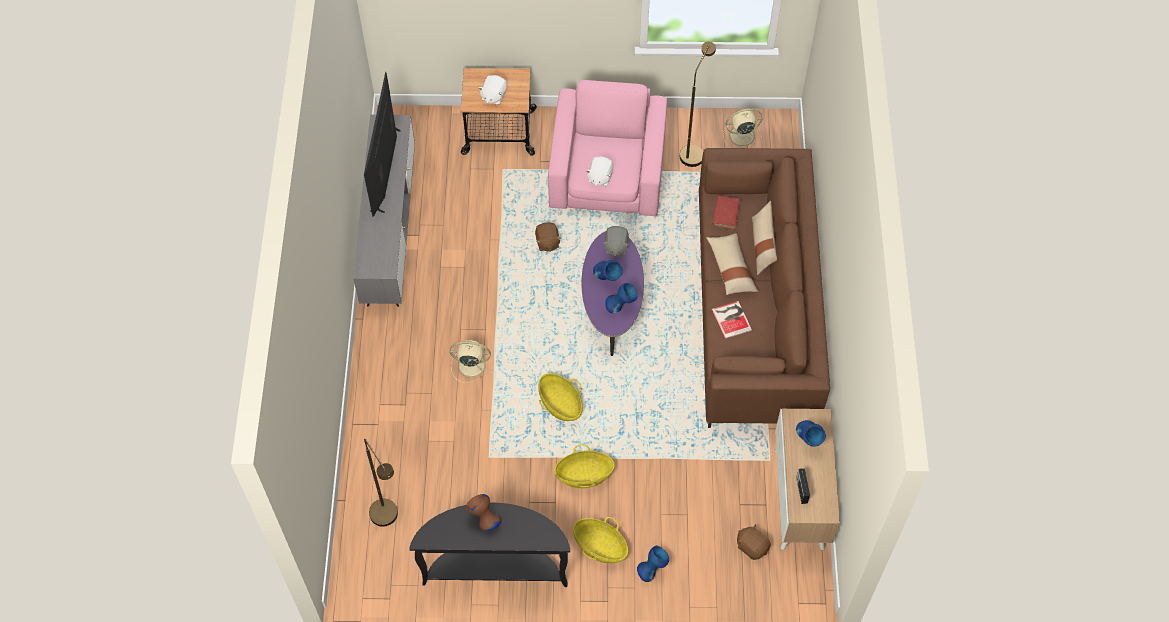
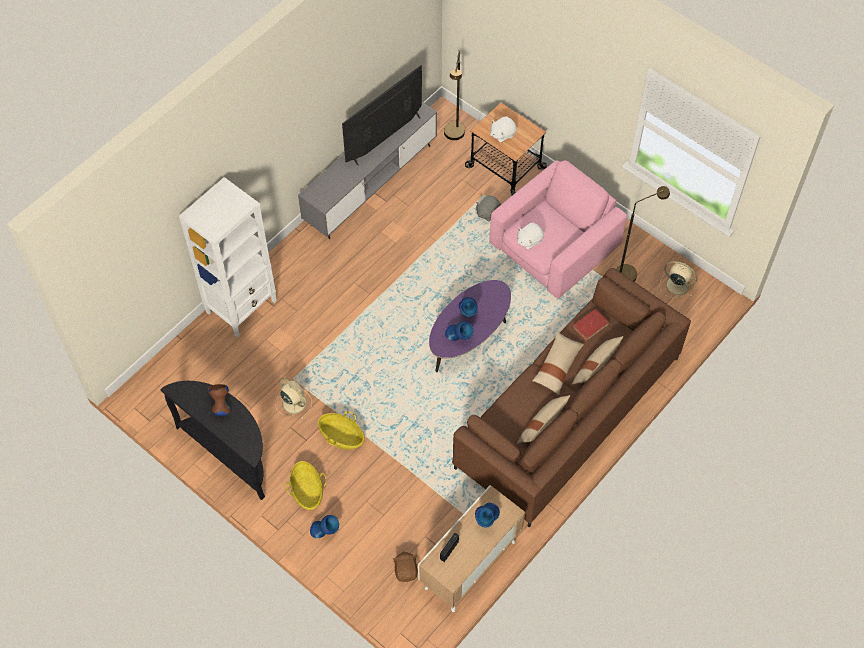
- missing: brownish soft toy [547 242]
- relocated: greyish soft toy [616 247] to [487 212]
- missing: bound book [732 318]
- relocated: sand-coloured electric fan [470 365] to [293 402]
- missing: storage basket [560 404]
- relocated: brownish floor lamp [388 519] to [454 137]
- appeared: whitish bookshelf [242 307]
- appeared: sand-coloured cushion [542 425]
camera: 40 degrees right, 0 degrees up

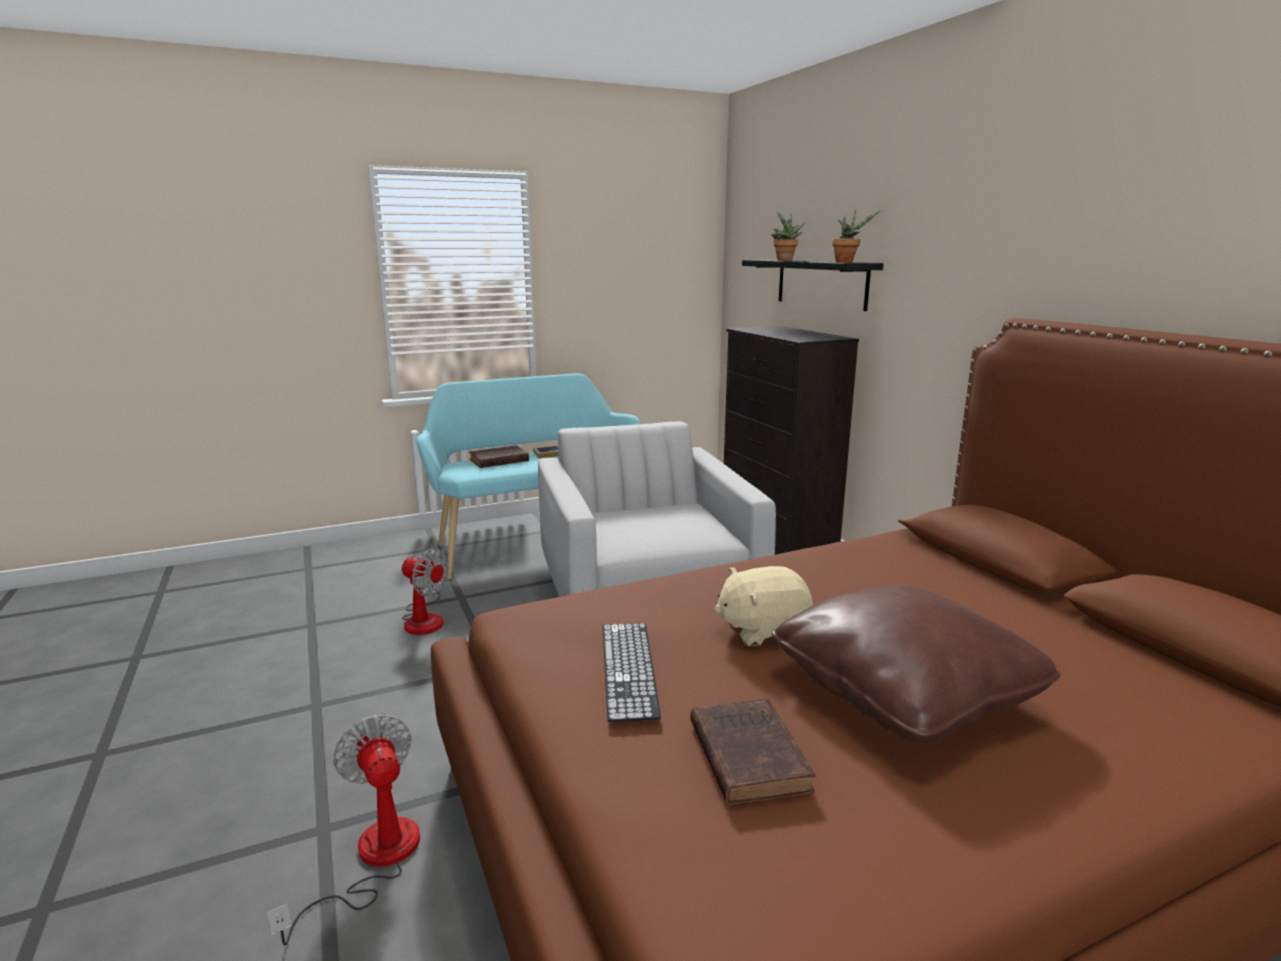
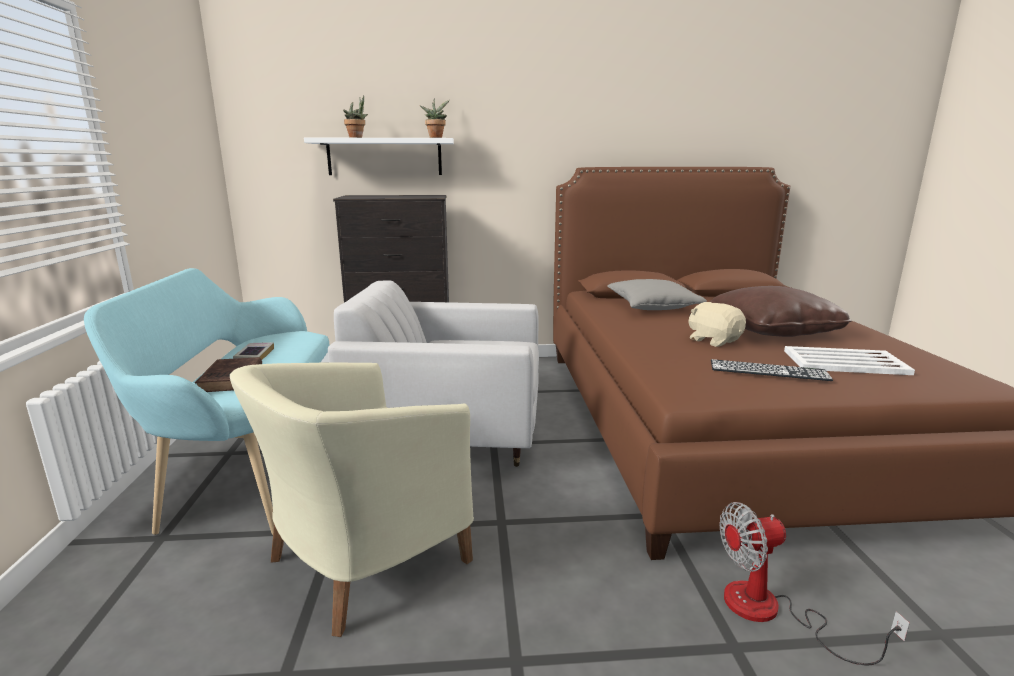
- colour: black-coloured wall shelf [821 283] to whitish wall shelf [384 157]
- exchanged: electric fan [425 618] to sand-coloured easy chair [363 560]
- spun: sand-coloured soft toy [762 630] = [713 340] 135 degrees clockwise
- exchanged: brownish bound book [747 754] to whitish tray [843 362]
- appeared: greyish cushion [653 307]
camera: 70 degrees left, 0 degrees up

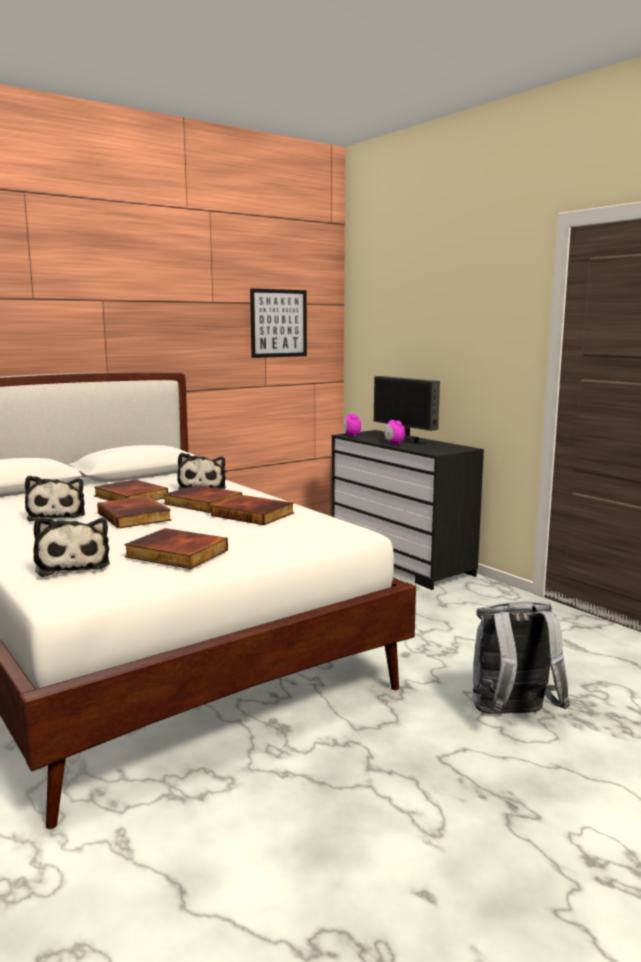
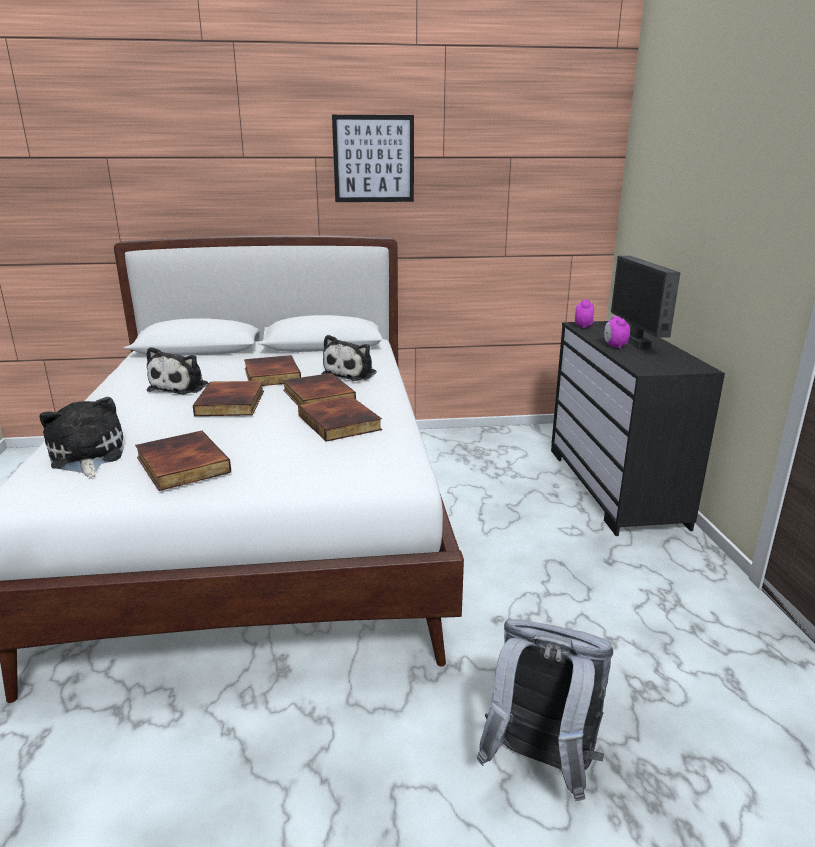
- relocated: wall art [278 323] to [373 159]
- spun: soft toy [72 565] = [86 457] 150 degrees clockwise
camera: 30 degrees right, 10 degrees up

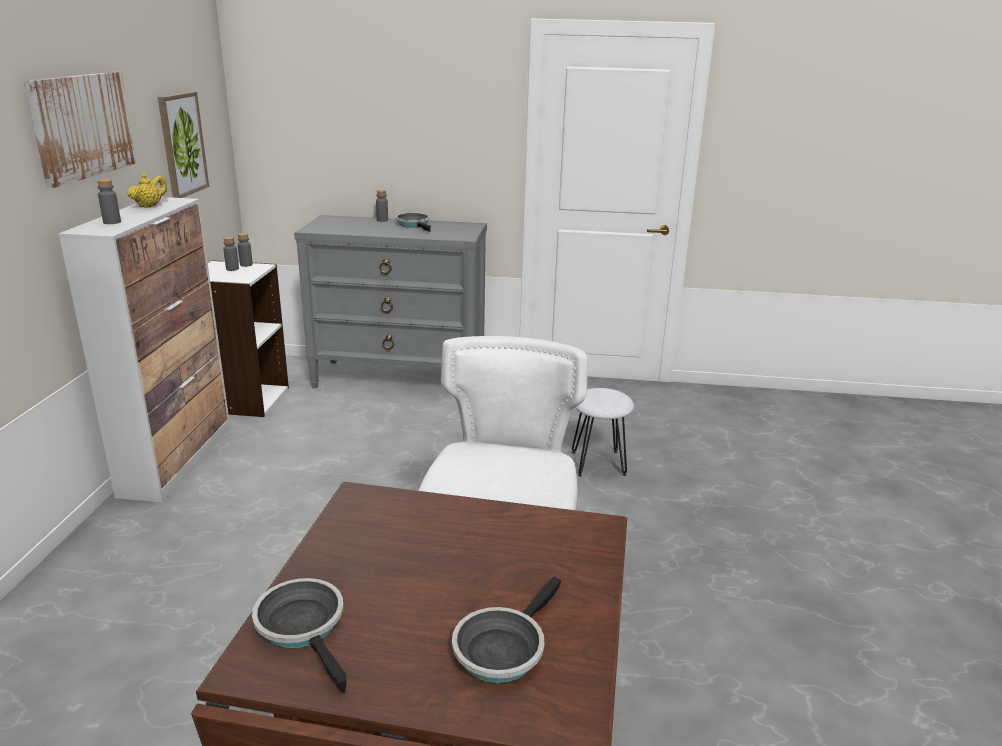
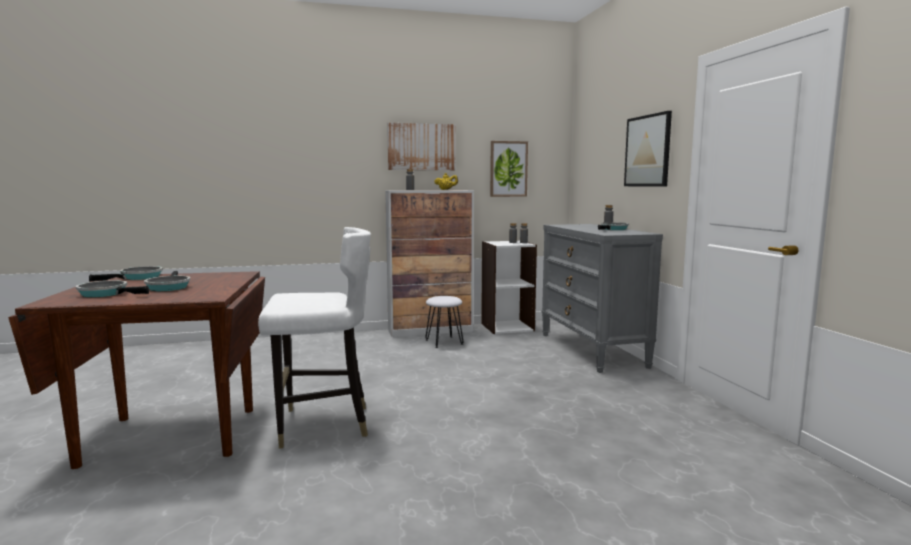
- relocated: whitish stool [599 463] to [444 342]
- appeared: wall art [647 151]
- appeared: skillet [168 287]
camera: 70 degrees right, 15 degrees down

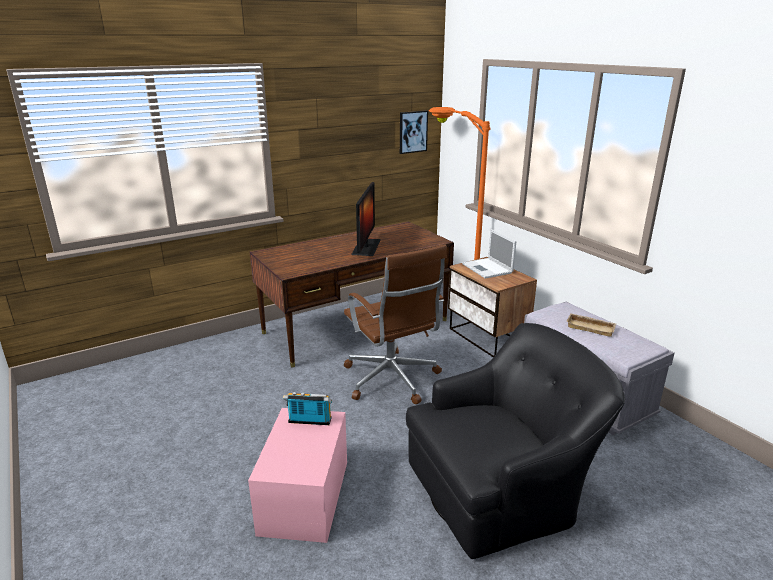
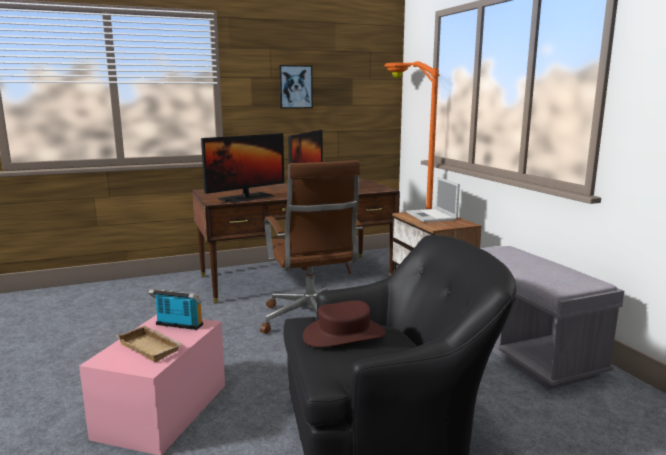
- relocated: wall art [412 132] to [295 87]
- relocated: sand-coloured tray [591 327] to [152 347]
- appeared: computer screen [246 197]
- appeared: brownish clothing hat [344 335]
camera: 10 degrees right, 10 degrees down

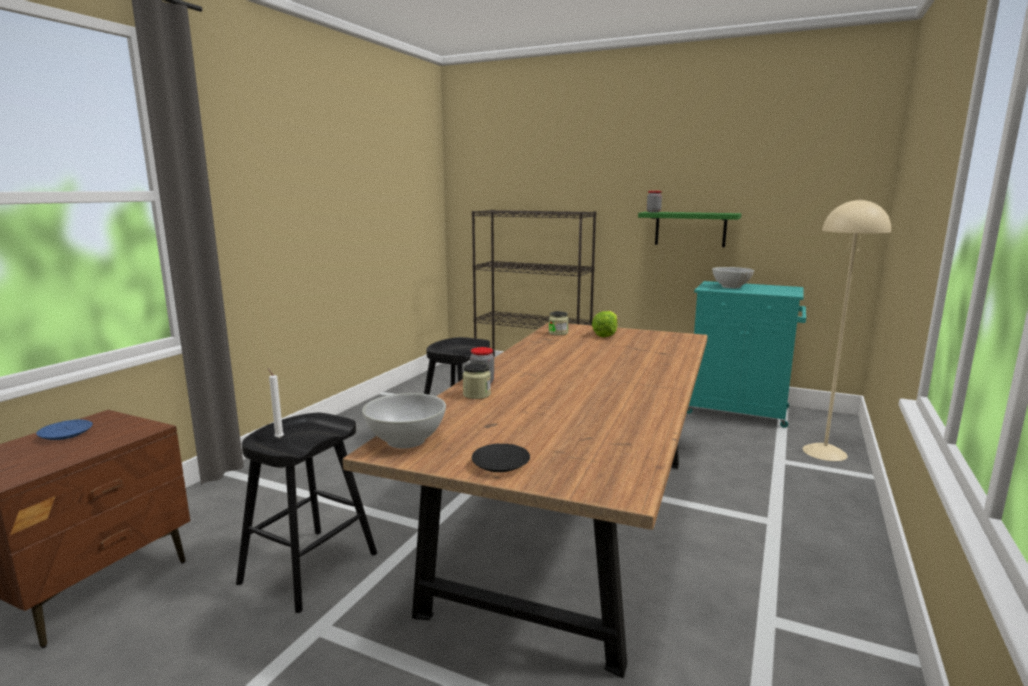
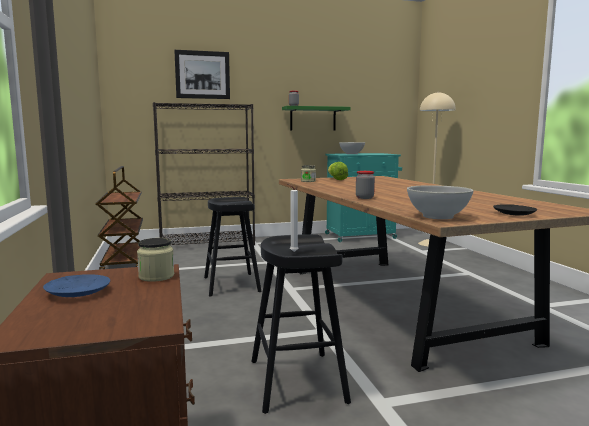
- relocated: preserve jar [477 394] to [156 276]
- appeared: wall art [202 75]
- appeared: brownish cart [124 263]
camera: 40 degrees left, 5 degrees down

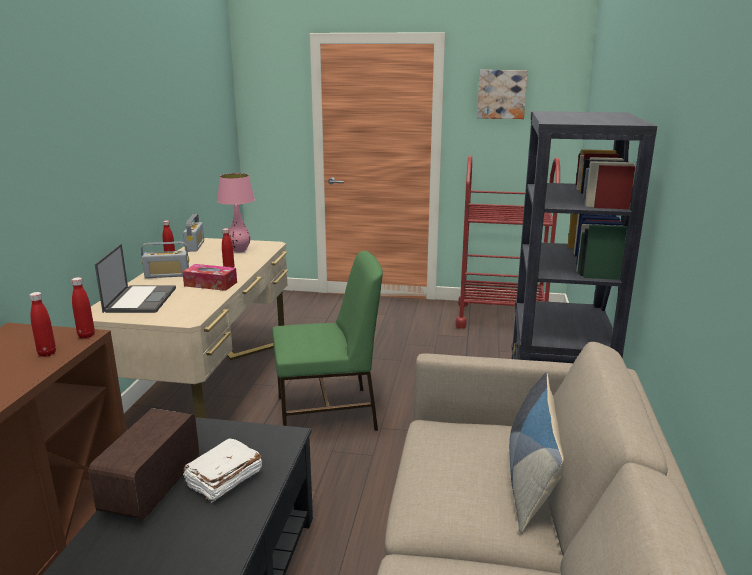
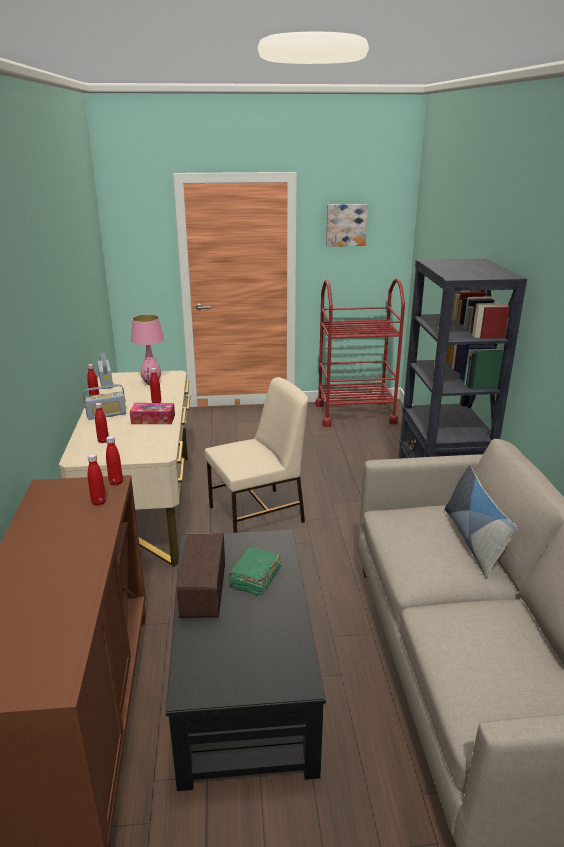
- exchanged: notebook computer [140 299] to red drink bottle [103 441]
- colour: greenish upright chair [328 413] to sand-coloured upright chair [258 514]
- colour: whitish bound book [223 480] to greenish bound book [254 579]
camera: 15 degrees left, 5 degrees up

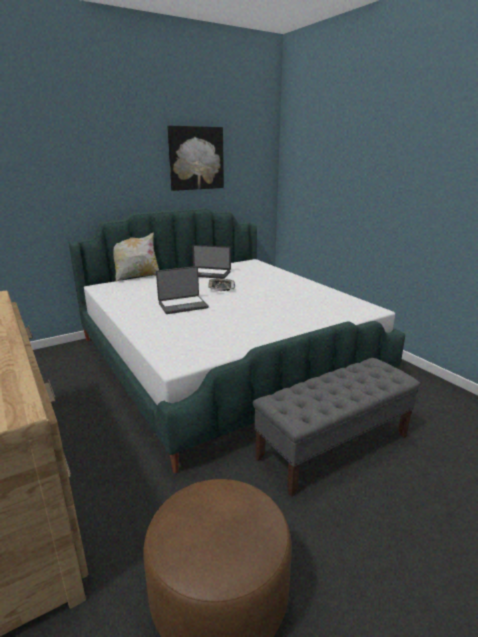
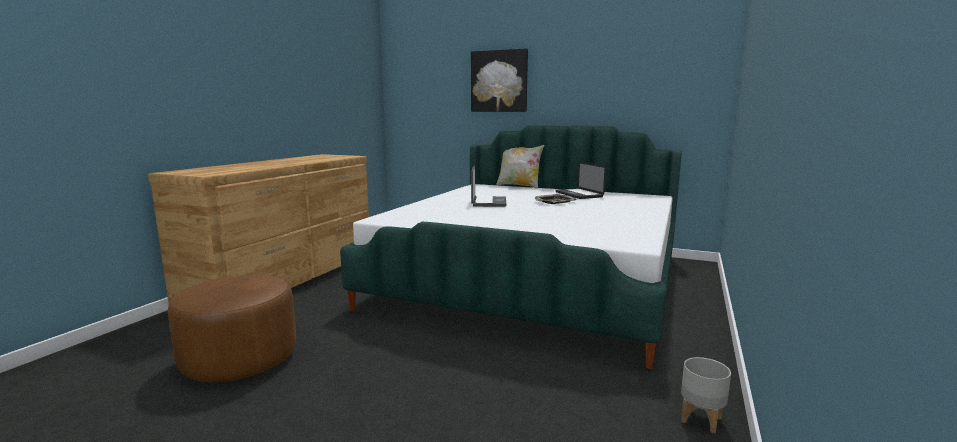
- relocated: wall art [196 158] to [499 81]
- spun: notebook computer [183 305] = [488 202] 120 degrees counterclockwise
- missing: greyish indoor bench [334 447]
- appeared: greyish plant pot [702 420]
camera: 55 degrees right, 10 degrees down

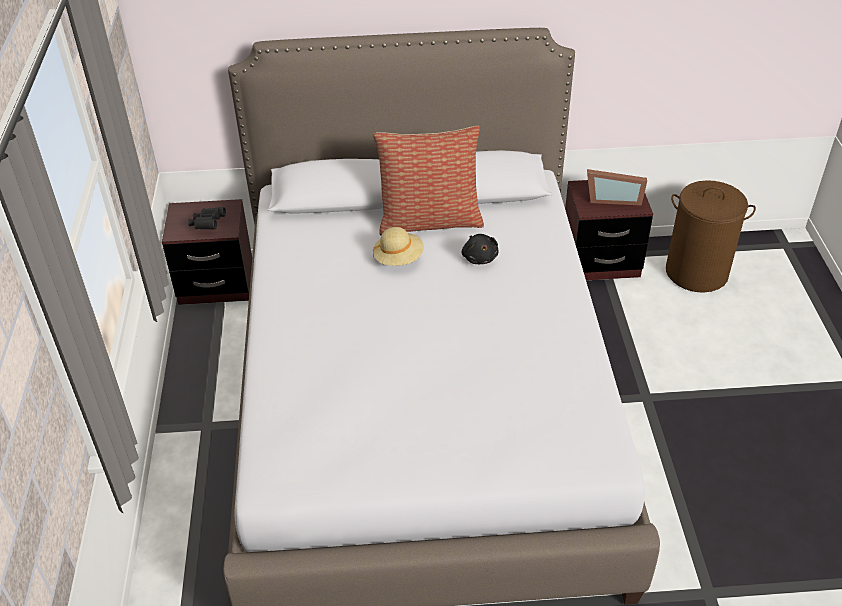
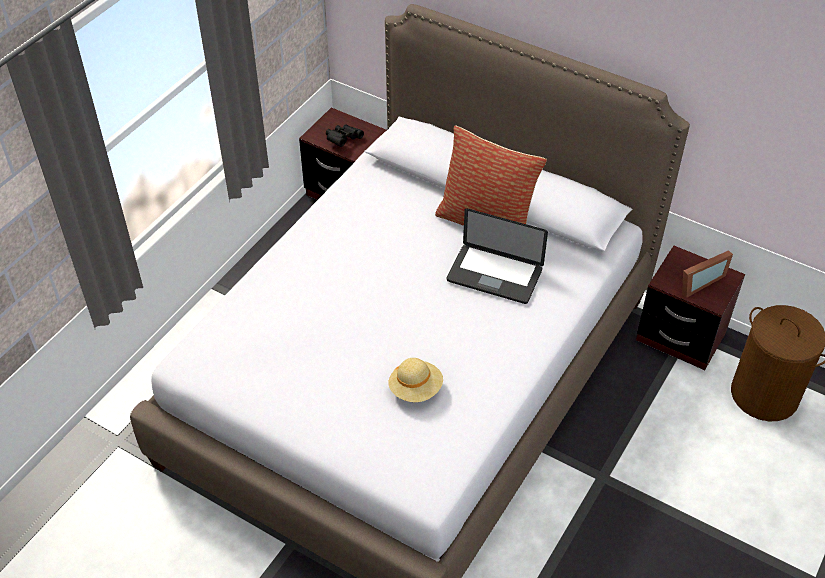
- spun: picture frame [612 198] = [697 282] 75 degrees counterclockwise
- relocated: sand-coloured clothing hat [398 258] to [415 389]
- exchanged: black-coloured soft toy [479 257] to notebook computer [494 275]
camera: 35 degrees right, 5 degrees up

